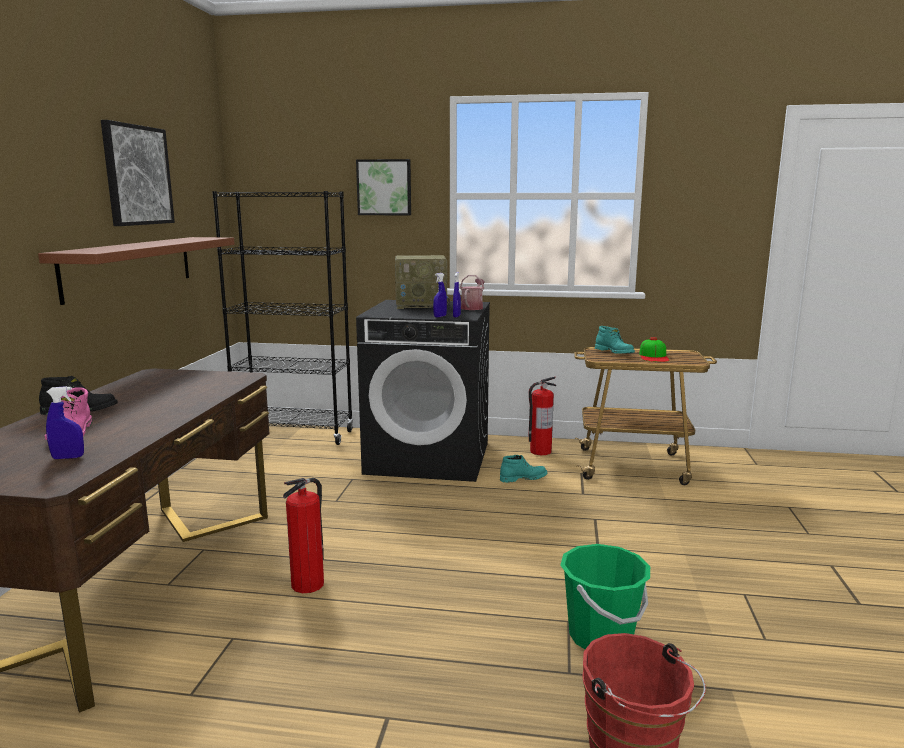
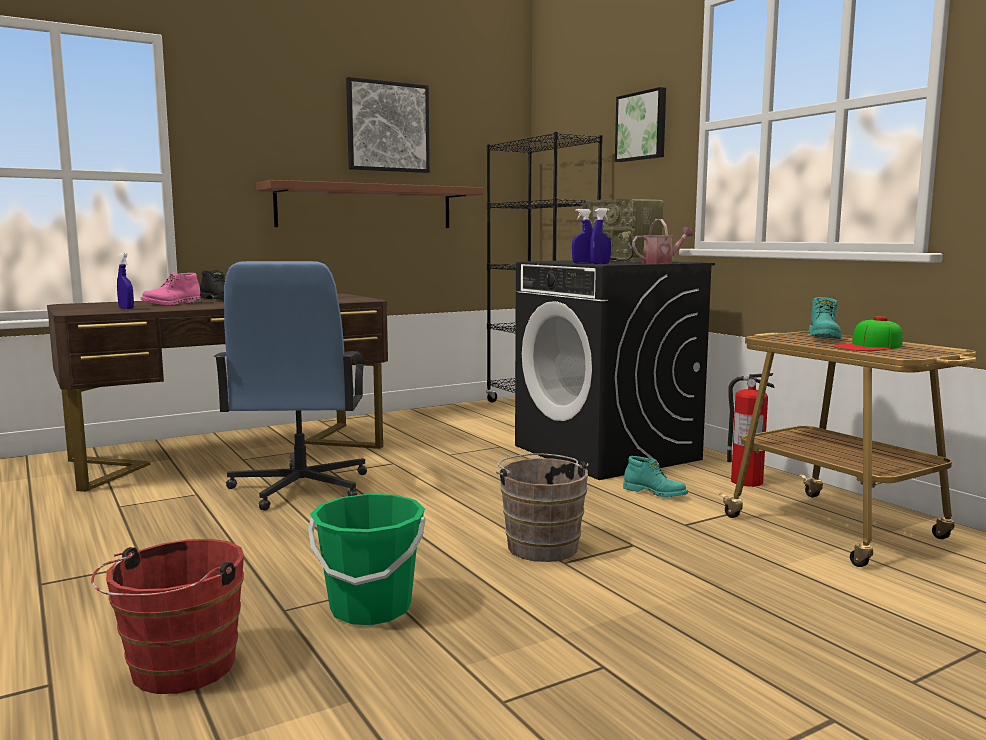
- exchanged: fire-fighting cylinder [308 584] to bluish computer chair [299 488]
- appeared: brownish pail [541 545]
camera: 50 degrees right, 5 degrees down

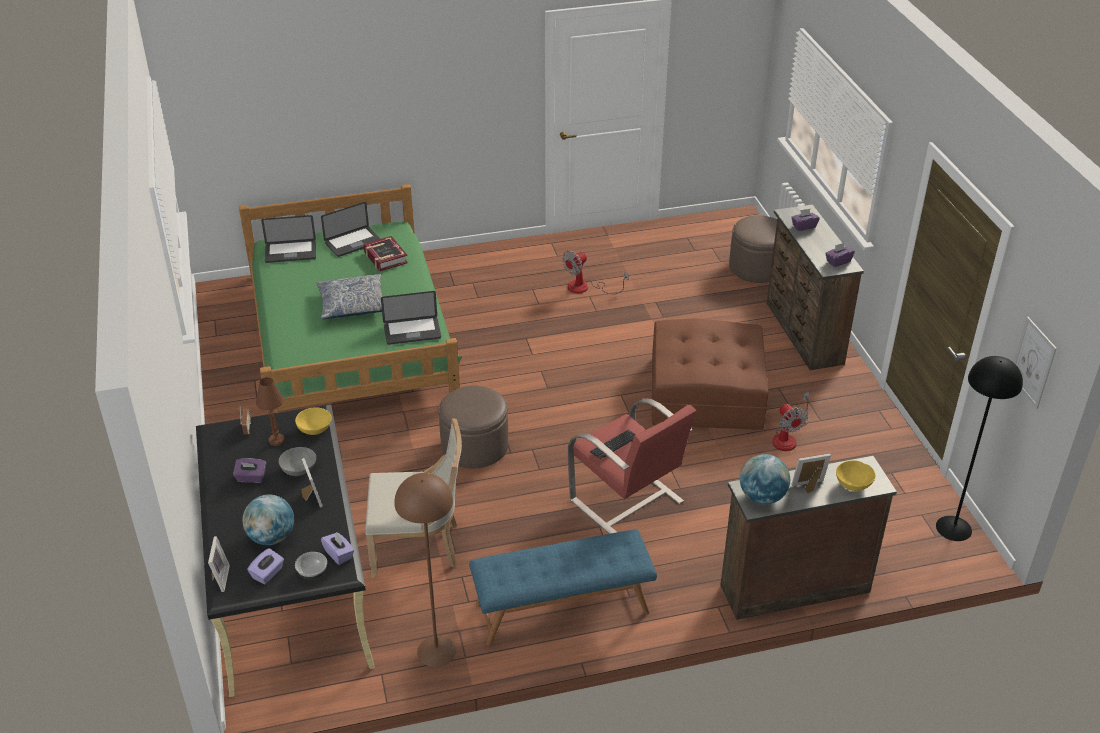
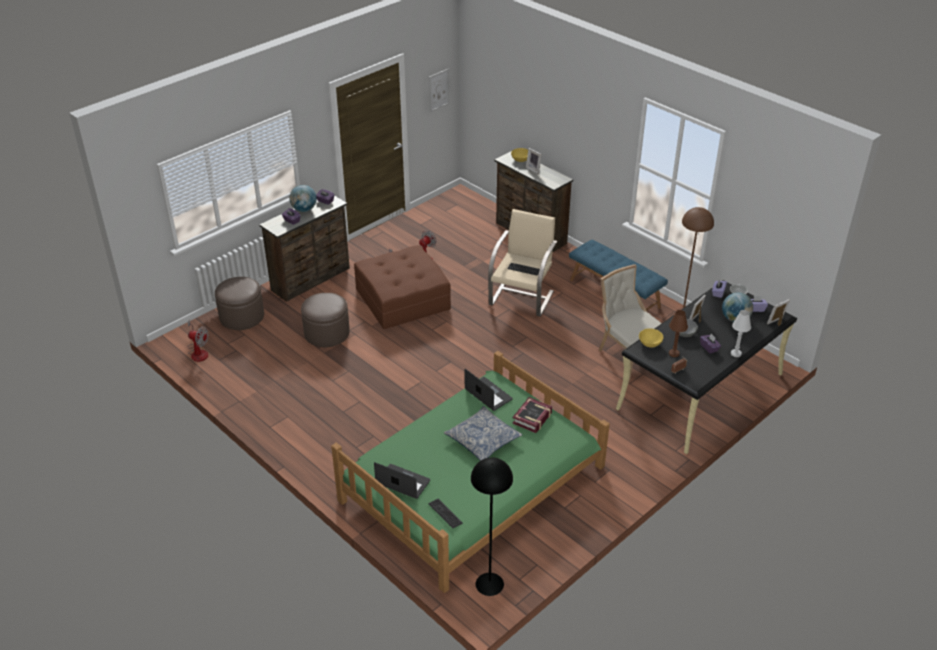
- exchanged: notebook computer [290 252] to keyboard [445 514]
- relocated: bound book [385 258] to [532 418]
- relocated: electric fan [586 288] to [198 352]
- relocated: black-coloured floor lamp [953 528] to [490 584]
- relocated: brownish pouffe [474 446] to [327 333]
- colour: red easy chair [627 502] to sand-coloured easy chair [522 297]
- relocated: world globe [762 497] to [304 209]
- appeared: whitish lamp for a table [736 353]
camera: 120 degrees left, 0 degrees up

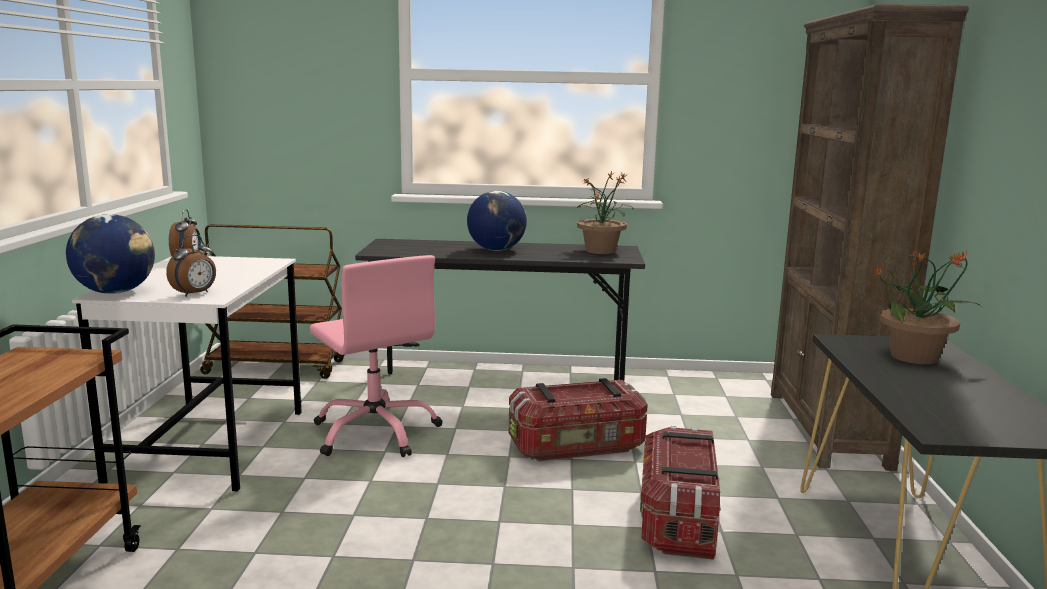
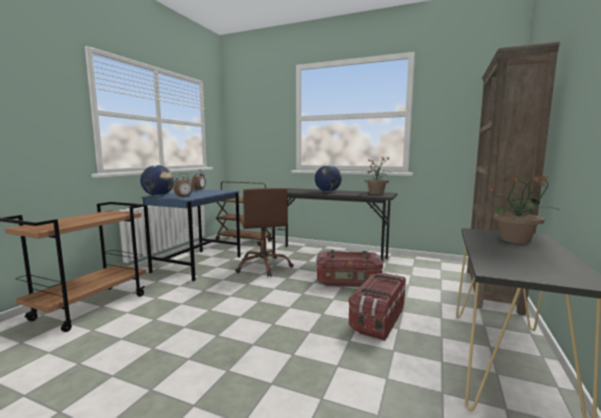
- colour: pinkish computer chair [376 432] to brownish computer chair [264 267]
- colour: whitish desk table [210 446] to bluish desk table [198 264]
camera: 20 degrees right, 5 degrees down

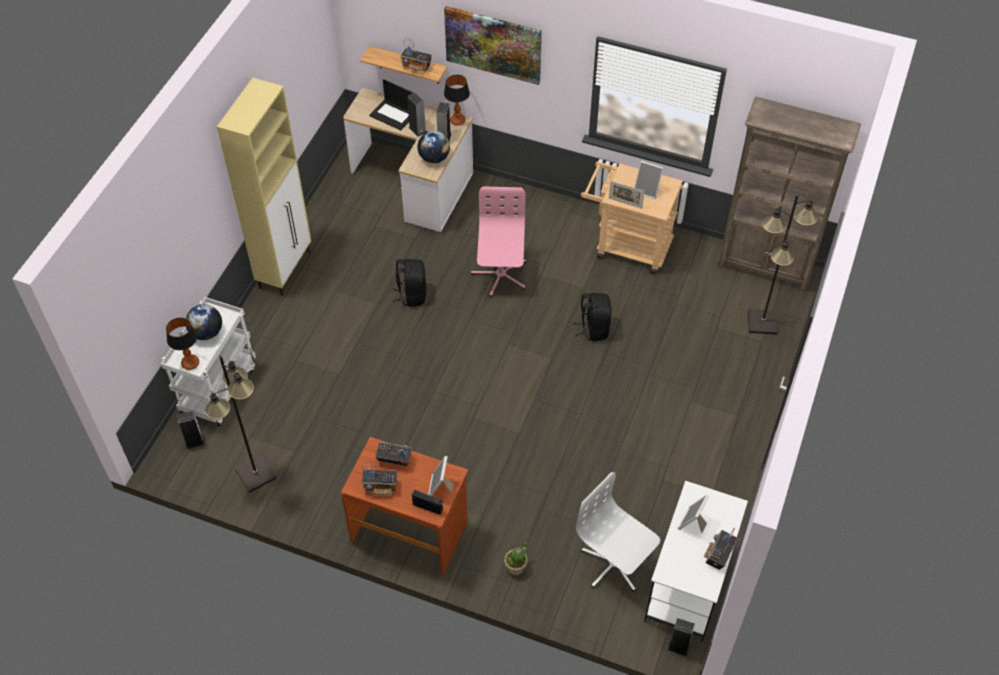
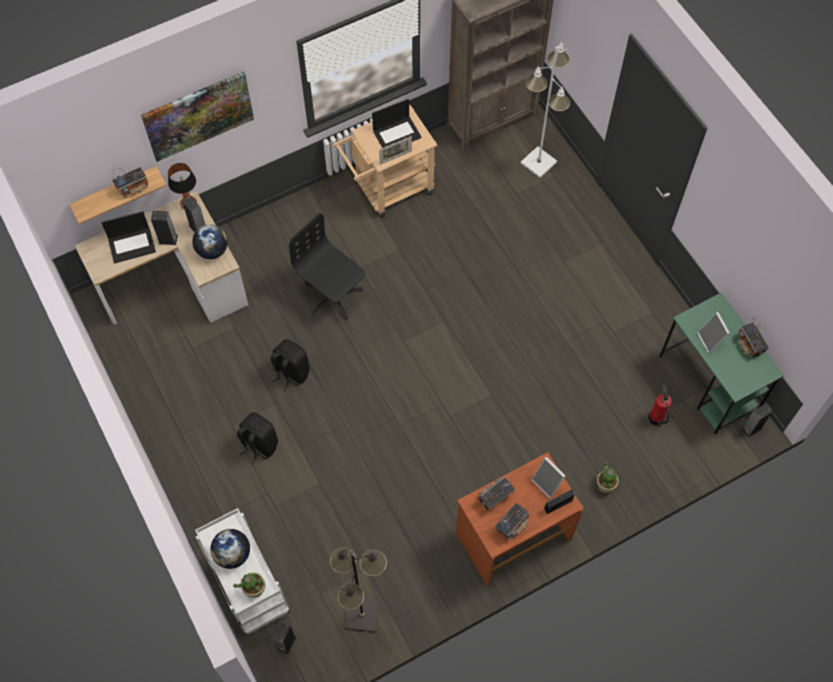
- missing: sand-coloured storage cabinet [285 269]
- exchanged: picture frame [647 190] to notebook computer [397 133]
- colour: pinkish computer chair [500 275] to black-coloured computer chair [332 296]
- colour: black-coloured floor lamp [762 323] to whitish floor lamp [539 162]
- relocated: black-coloured backpack [593 329] to [259 445]
- exchanged: lamp for a table [190 363] to plant in a pot [254 589]
- exchanged: whitish computer chair [614 564] to fire-fighting cylinder [656 418]
- colour: whitish desk table [688 584] to greenish desk table [709 383]
camera: 50 degrees left, 10 degrees up

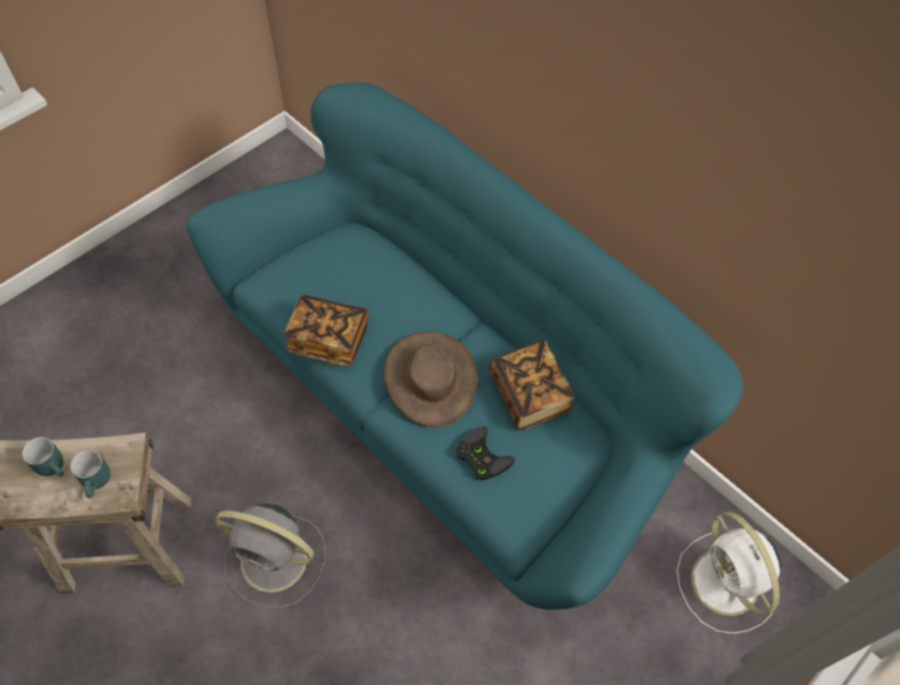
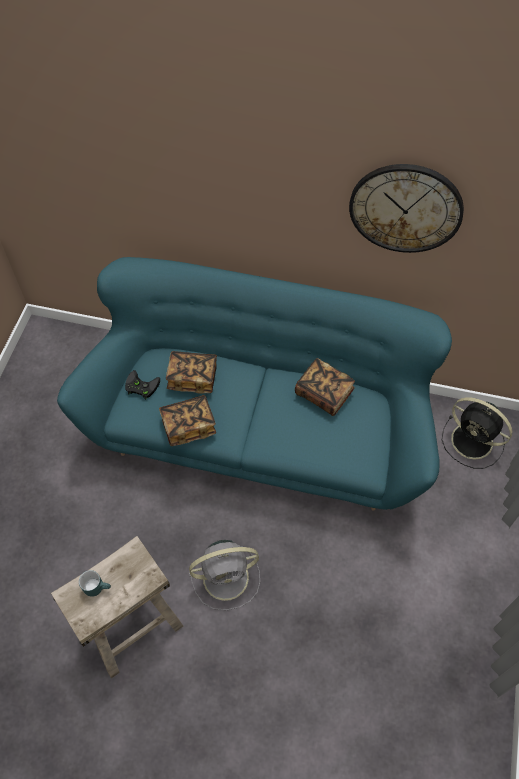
- missing: brownish clothing hat [430 378]
- relocated: black-coloured game controller [480 456] to [140 386]
- missing: blue-green tea mug [98 481]
- colour: whitish electric fan [726 585] to black-coloured electric fan [473 442]
- appeared: hanging clock [405 208]
- appeared: bound book [192 378]
camera: 30 degrees left, 0 degrees up

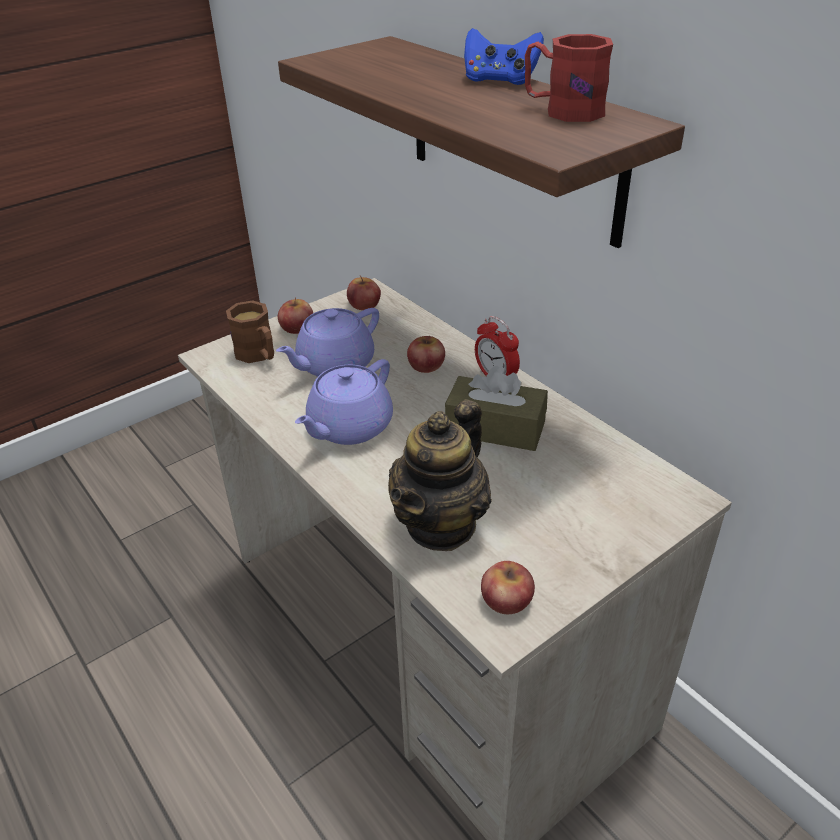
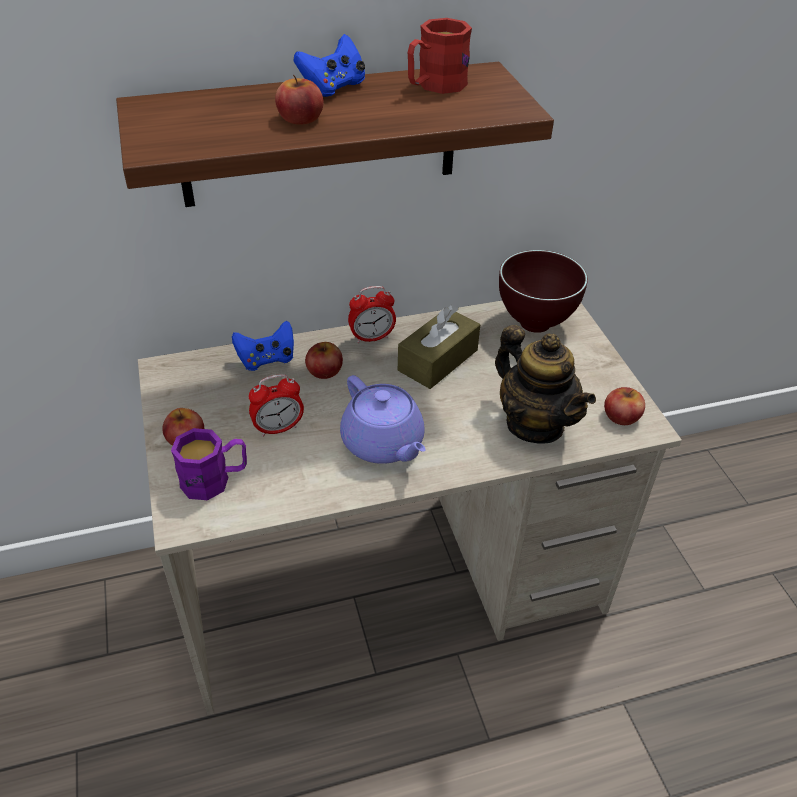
- relocated: apple [364 304] to [300 118]
- colour: brownish tea mug [258 355] to purple-coloured tea mug [215 480]
- exchanged: purple-coloured pot for tea [334 365] to table clock [278 428]
- appeared: brownish deep dish [533 323]
- appeared: bluish game controller [266 359]
camera: 70 degrees left, 5 degrees up

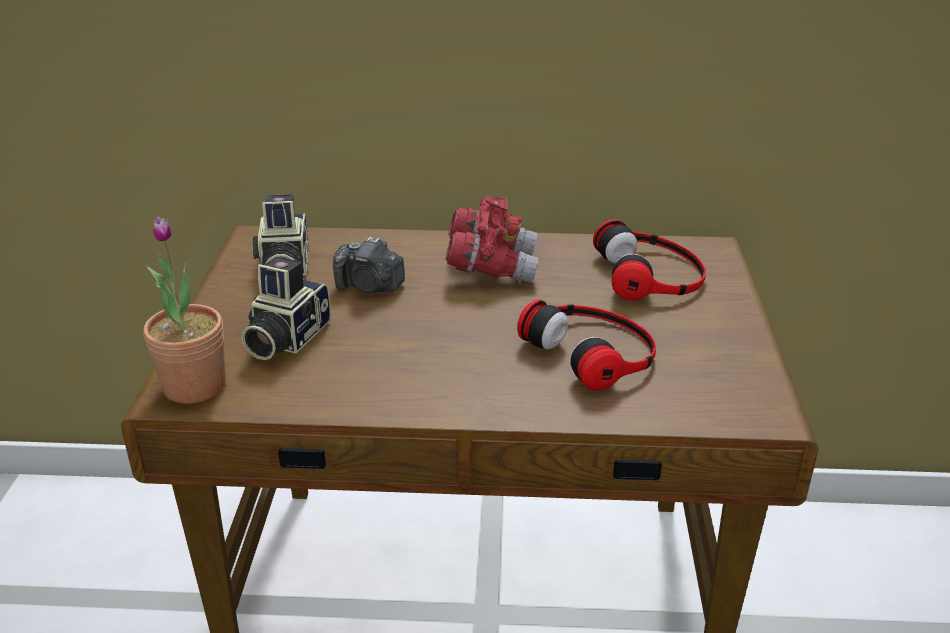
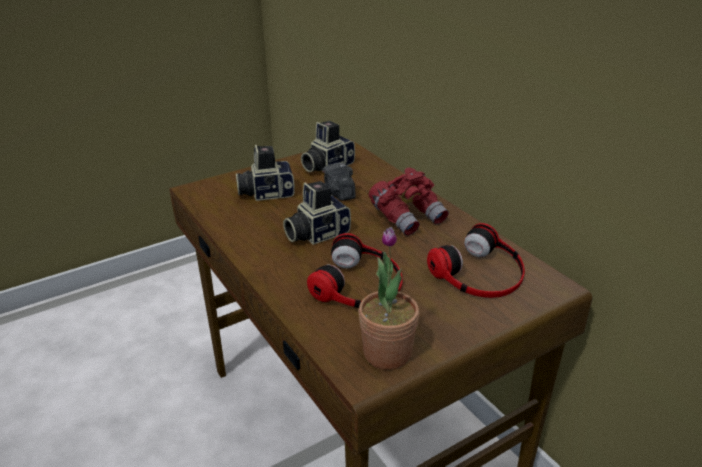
- relocated: plant in a pot [194 386] to [387 353]
- appeared: still camera [316 233]
camera: 55 degrees right, 0 degrees up

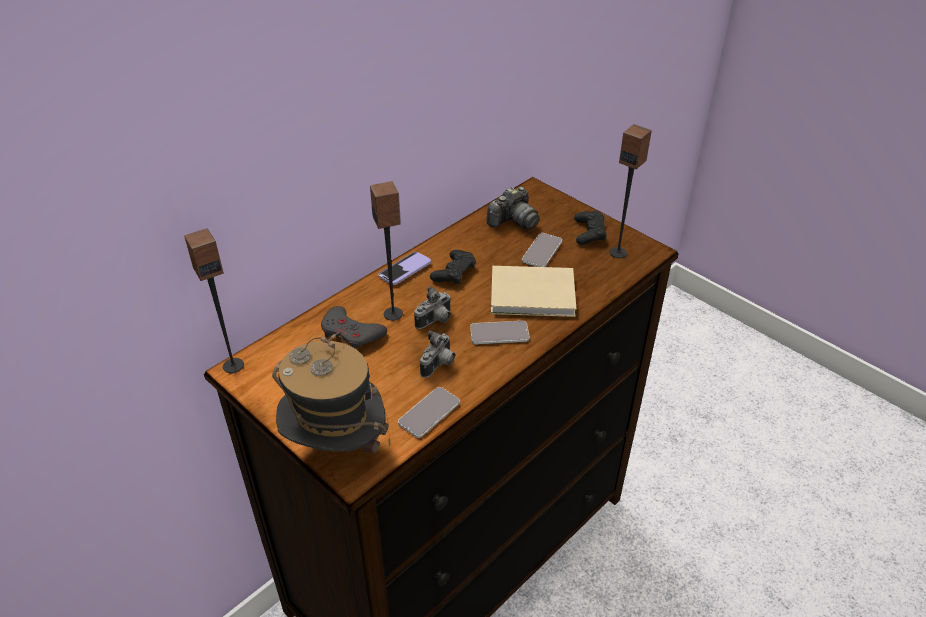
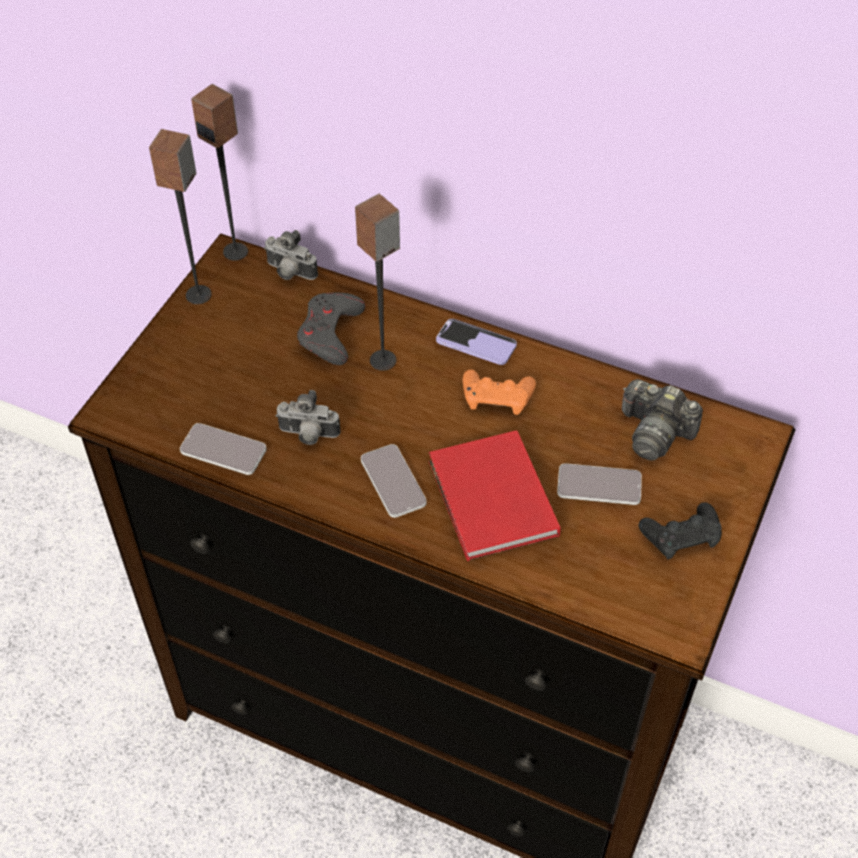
- relocated: speaker [618 252] to [199 295]
- colour: black-coloured game controller [454 272] to orangey game controller [497 397]
- colour: sand-coloured bound book [535 295] to red bound book [491 502]
- relocated: still camera [436 321] to [289 273]
- missing: clothing hat [336 449]
camera: 70 degrees right, 10 degrees up

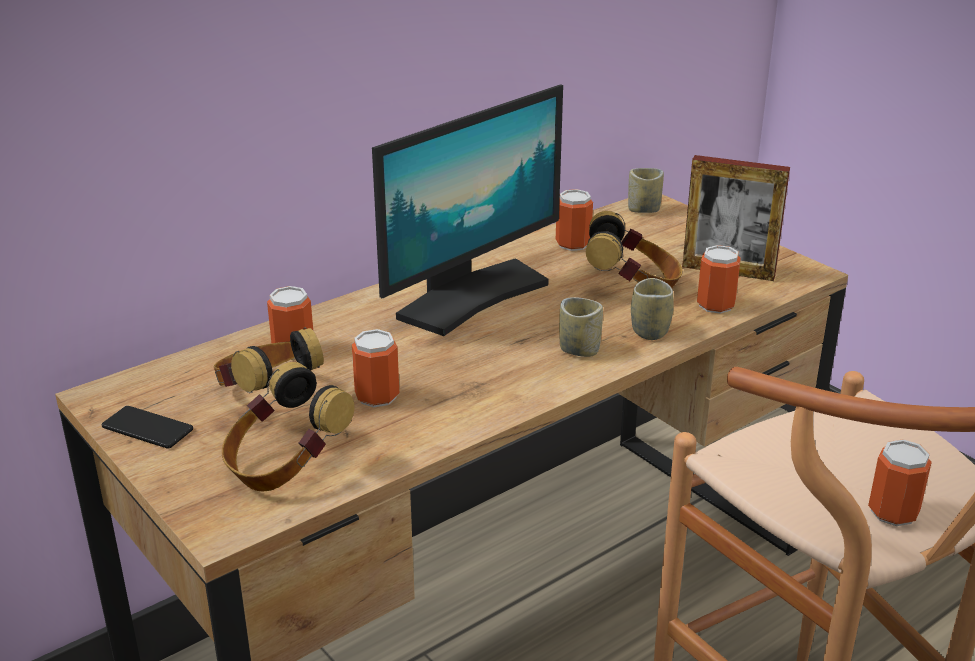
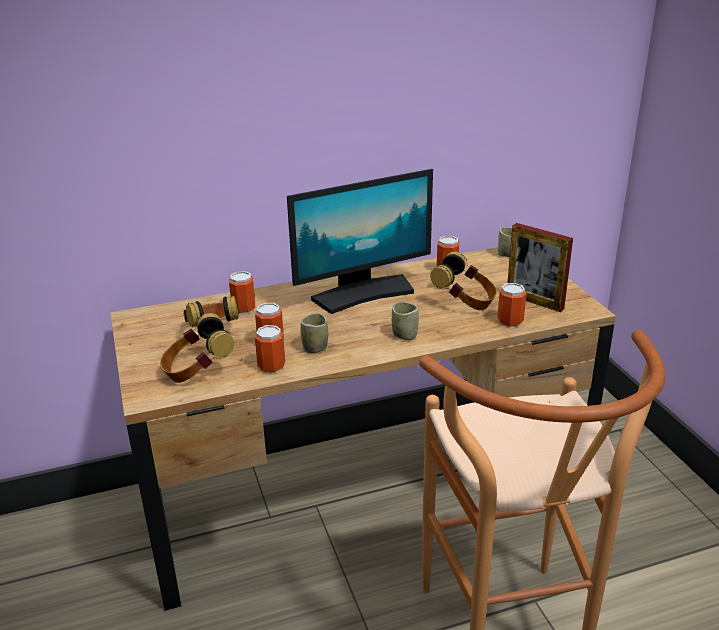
- relocated: cup [650 331] to [315 347]
- missing: phone [147 428]
- relocated: can [893 512] to [271 366]
camera: 20 degrees right, 0 degrees up

